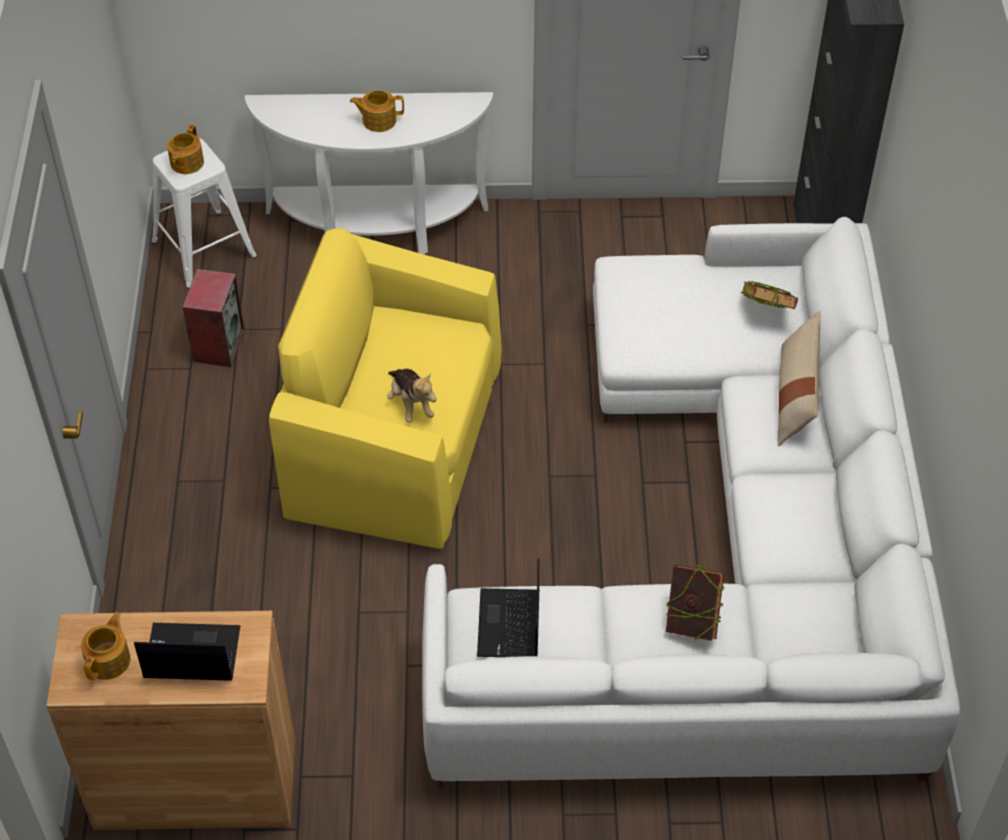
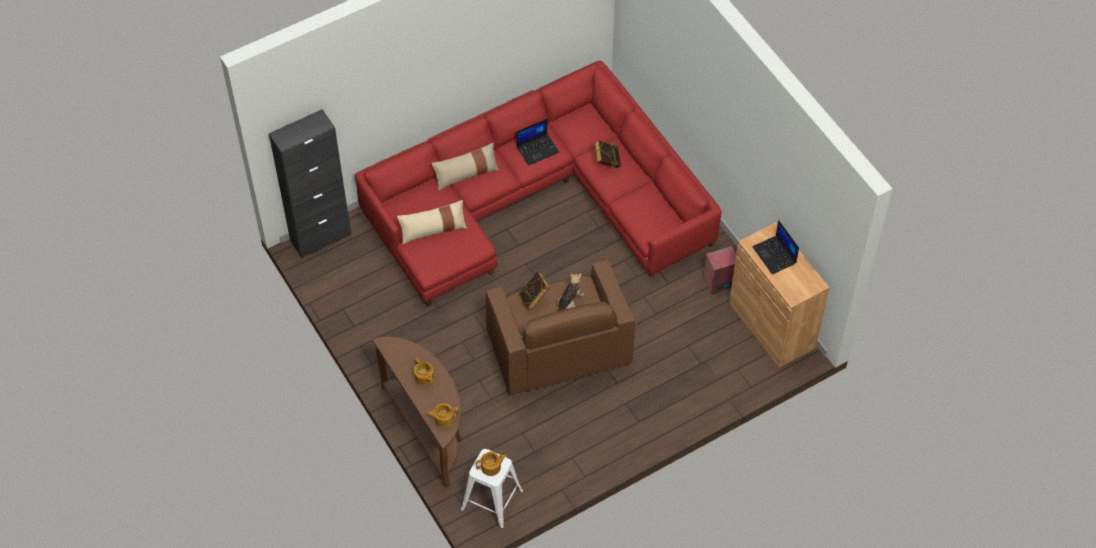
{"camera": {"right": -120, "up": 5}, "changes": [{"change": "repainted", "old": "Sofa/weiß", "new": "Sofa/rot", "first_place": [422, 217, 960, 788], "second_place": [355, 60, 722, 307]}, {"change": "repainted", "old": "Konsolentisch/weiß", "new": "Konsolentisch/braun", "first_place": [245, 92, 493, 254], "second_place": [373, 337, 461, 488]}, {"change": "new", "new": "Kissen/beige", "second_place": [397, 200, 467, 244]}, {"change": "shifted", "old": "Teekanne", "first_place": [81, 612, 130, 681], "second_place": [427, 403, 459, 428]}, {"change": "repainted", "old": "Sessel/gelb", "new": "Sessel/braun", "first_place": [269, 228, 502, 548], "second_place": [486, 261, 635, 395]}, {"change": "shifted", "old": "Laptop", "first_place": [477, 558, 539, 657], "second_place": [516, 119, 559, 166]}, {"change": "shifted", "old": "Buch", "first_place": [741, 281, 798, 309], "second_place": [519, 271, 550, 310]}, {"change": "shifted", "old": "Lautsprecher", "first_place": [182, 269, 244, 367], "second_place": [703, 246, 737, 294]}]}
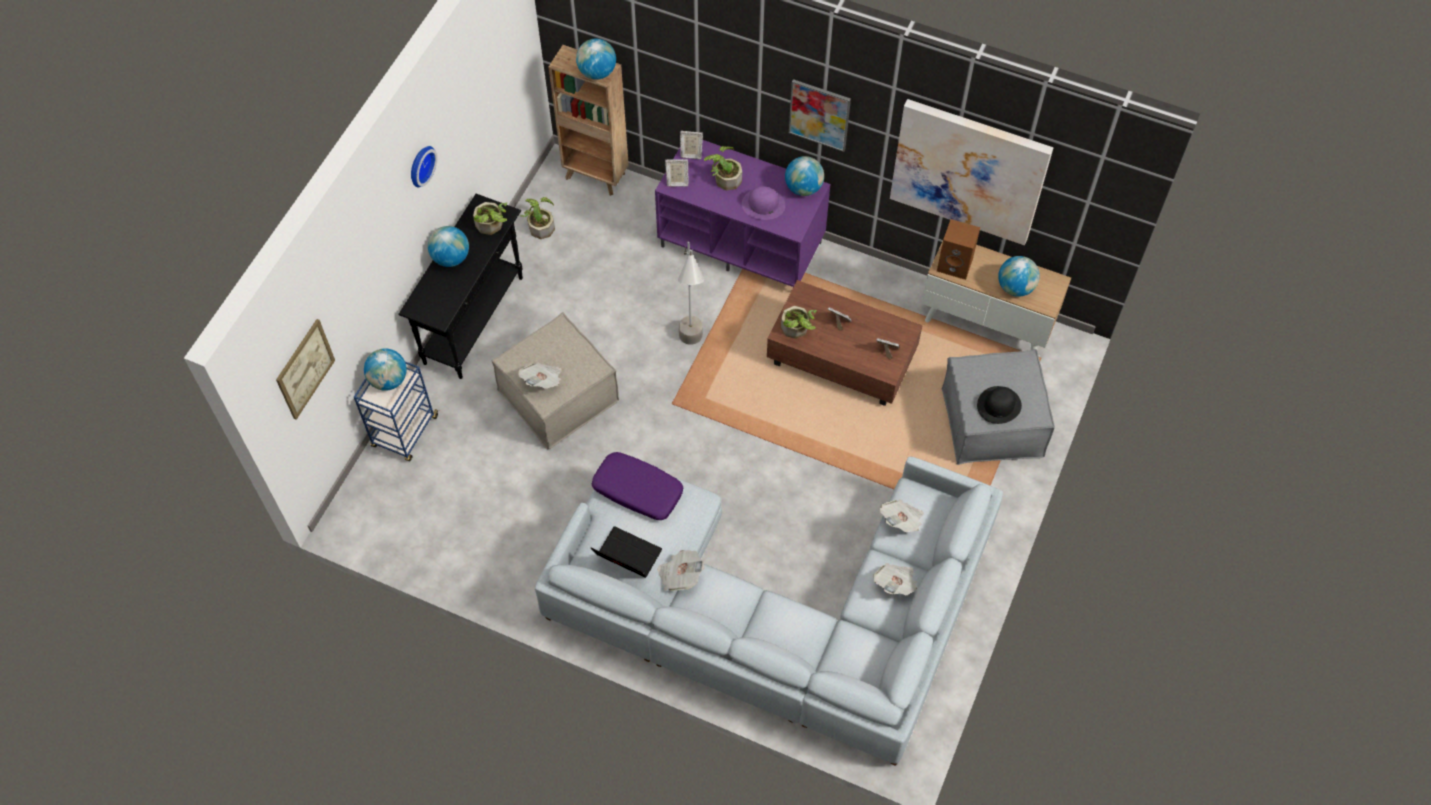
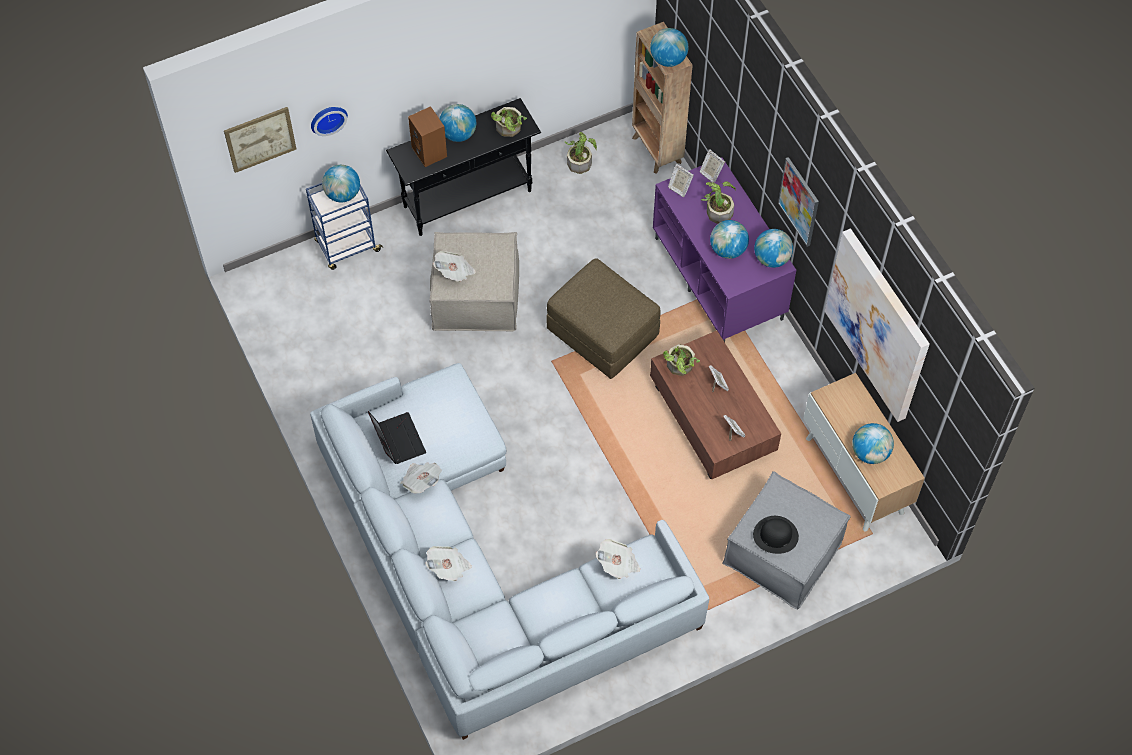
{"camera": {"right": 40, "up": 0}, "changes": [{"change": "shifted", "old": "Wanduhr", "first_place": [411, 146, 437, 187], "second_place": [311, 107, 348, 136]}, {"change": "shifted", "old": "Lautsprecher/braun", "first_place": [937, 219, 981, 280], "second_place": [408, 106, 447, 167]}, {"change": "shifted", "old": "Zeitung", "first_place": [873, 563, 917, 595], "second_place": [425, 546, 472, 581]}, {"change": "swapped", "old": "Stehlampe/grau", "new": "Polsterhocker/braun", "first_place": [678, 241, 704, 345], "second_place": [547, 258, 661, 379]}, {"change": "swapped", "old": "Hut/lila", "new": "Globus", "first_place": [742, 186, 785, 220], "second_place": [710, 220, 749, 259]}, {"change": "gone", "old": "Kissen/lila", "first_place": [592, 452, 683, 520]}]}
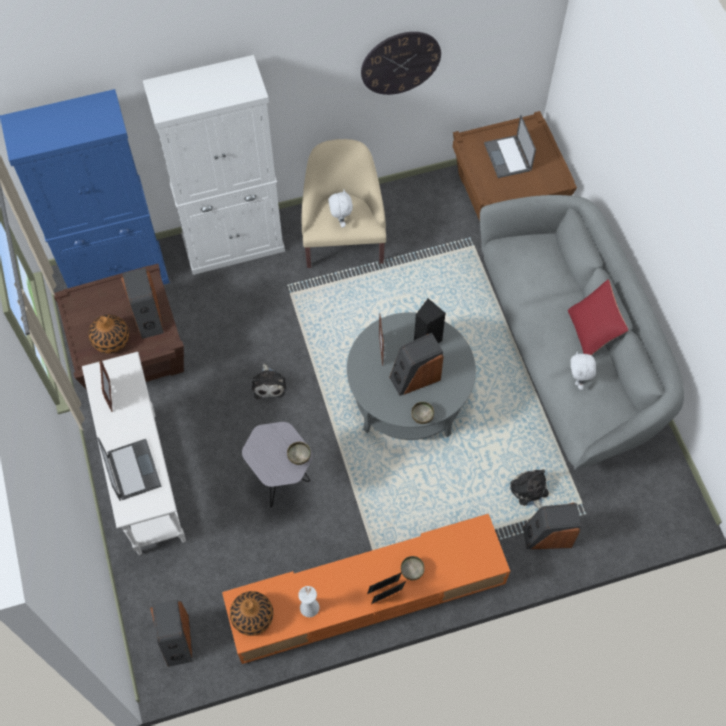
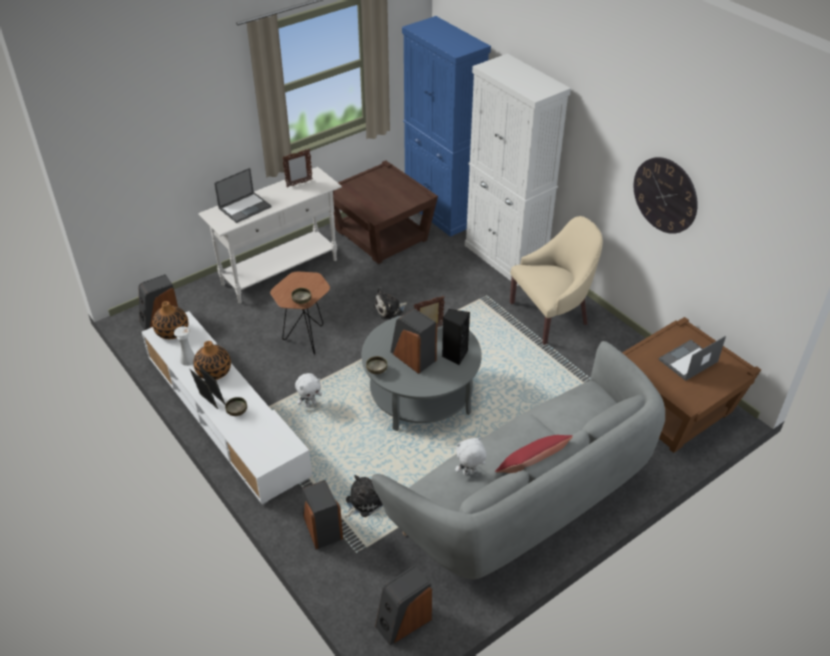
{"camera": {"right": 70, "up": -20}, "changes": [{"change": "repainted", "old": "Fernsehschrank/orange", "new": "Fernsehschrank/weiß", "first_place": [222, 514, 510, 664], "second_place": [142, 311, 312, 505]}, {"change": "shifted", "old": "Vase", "first_place": [89, 314, 129, 354], "second_place": [193, 341, 231, 380]}, {"change": "repainted", "old": "Beistelltisch/grau", "new": "Beistelltisch/braun", "first_place": [242, 422, 313, 508], "second_place": [270, 272, 330, 355]}, {"change": "shifted", "old": "Plüschtier/weiß", "first_place": [328, 190, 353, 228], "second_place": [295, 373, 322, 407]}, {"change": "shifted", "old": "Lautsprecher", "first_place": [121, 268, 164, 339], "second_place": [375, 565, 432, 645]}]}
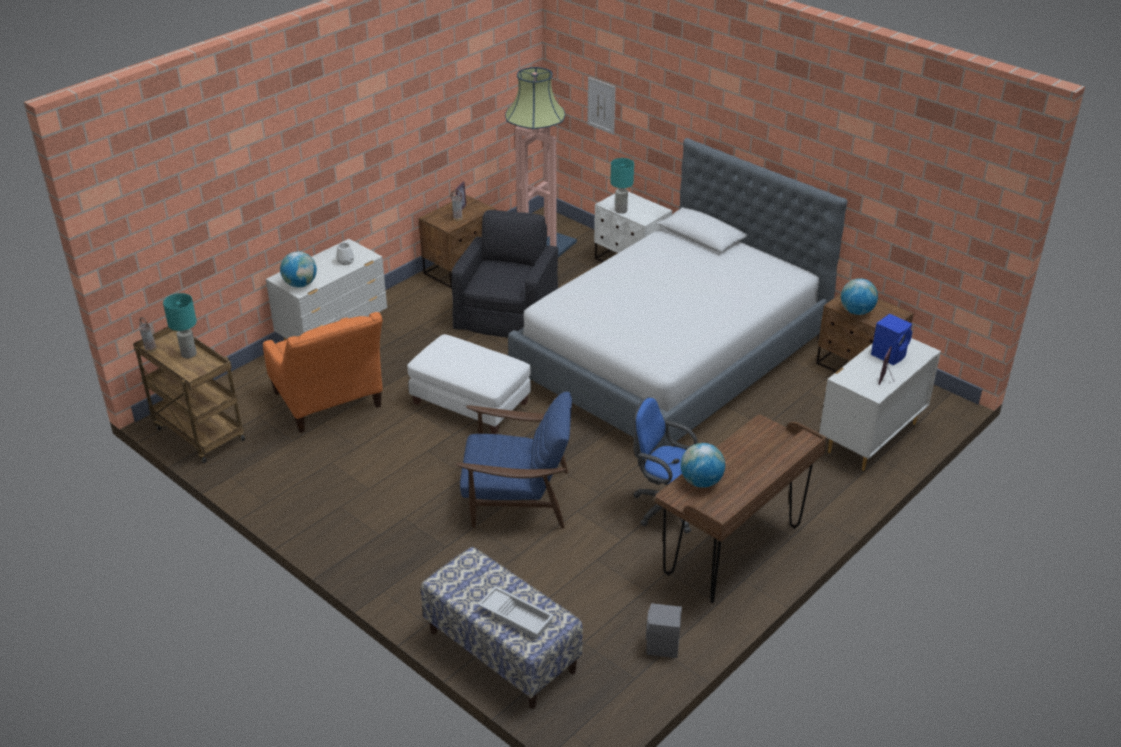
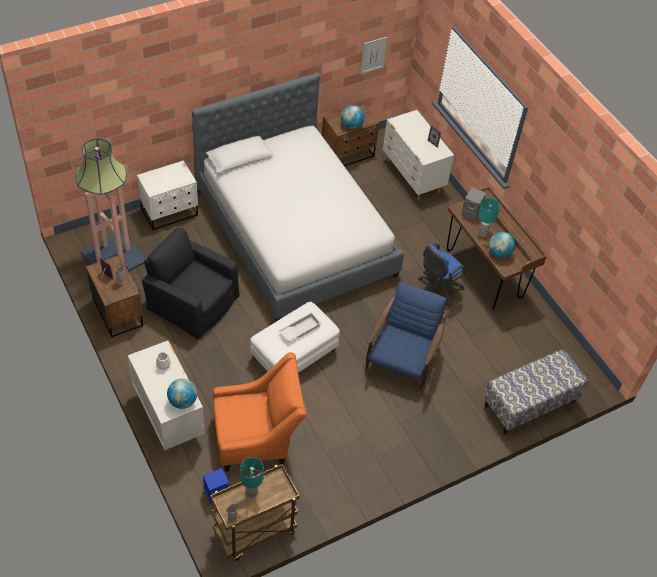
{"camera": {"right": -75, "up": 15}, "changes": [{"change": "shifted", "old": "Lautsprecher/blau", "first_place": [871, 314, 912, 365], "second_place": [203, 468, 230, 504]}, {"change": "shifted", "old": "Tablett/weiß", "first_place": [478, 586, 554, 639], "second_place": [278, 312, 321, 342]}, {"change": "shifted", "old": "Bild", "first_place": [587, 77, 615, 135], "second_place": [361, 37, 387, 74]}, {"change": "shifted", "old": "Lautsprecher/grau", "first_place": [646, 603, 682, 658], "second_place": [461, 187, 486, 221]}, {"change": "shifted", "old": "Tischlampe/türkis", "first_place": [610, 158, 634, 214], "second_place": [478, 198, 500, 237]}]}
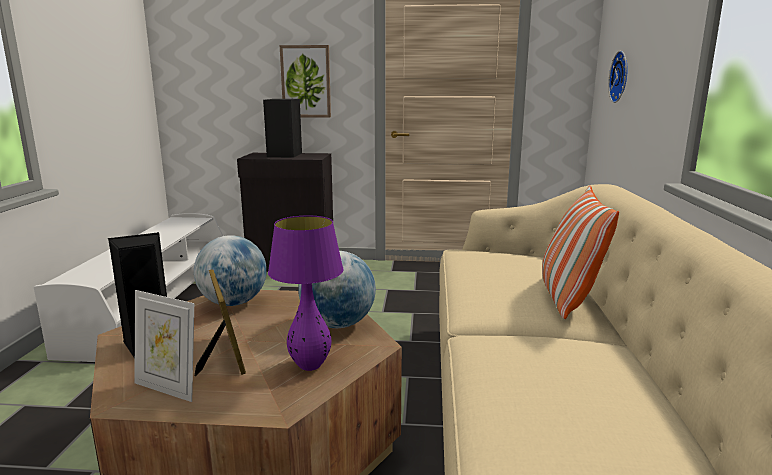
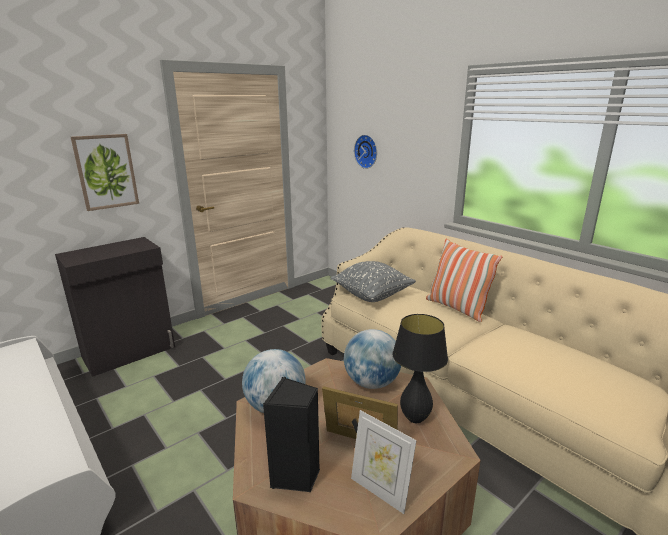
{"camera": {"right": -45, "up": 5}, "changes": [{"change": "new", "new": "Kissen/grau", "second_place": [330, 261, 416, 302]}, {"change": "rotated", "old": "Bilderrahmen", "first_place": [134, 290, 194, 402], "second_place": [351, 410, 417, 514], "degrees": 60}, {"change": "repainted", "old": "Tischlampe/lila", "new": "Tischlampe/schwarz", "first_place": [268, 216, 343, 371], "second_place": [392, 314, 448, 423]}, {"change": "gone", "old": "Lautsprecher/schwarz", "first_place": [263, 99, 302, 158]}]}
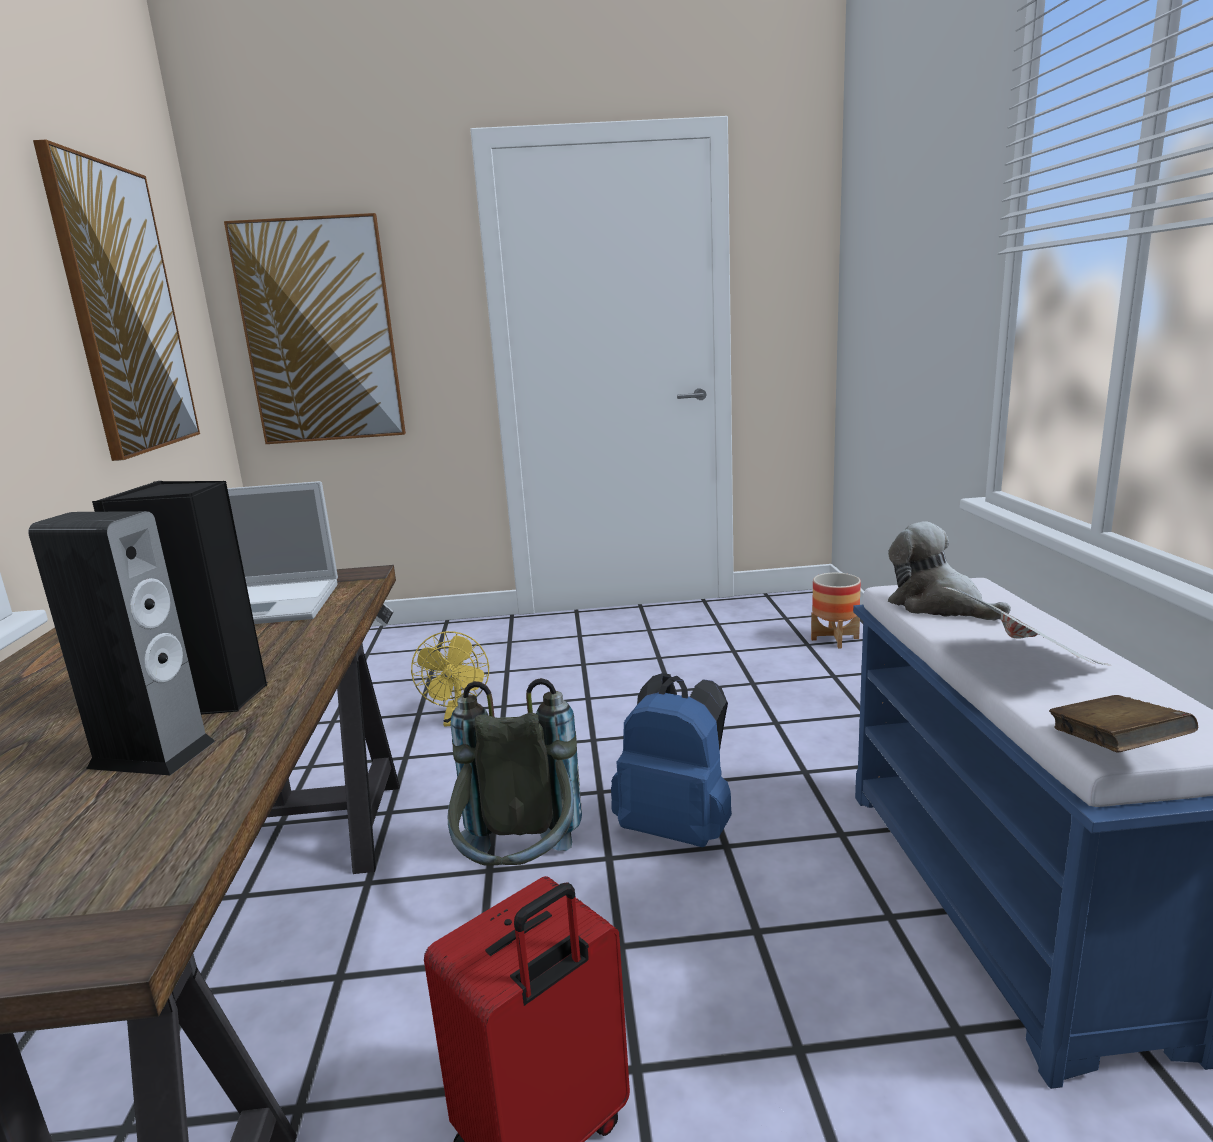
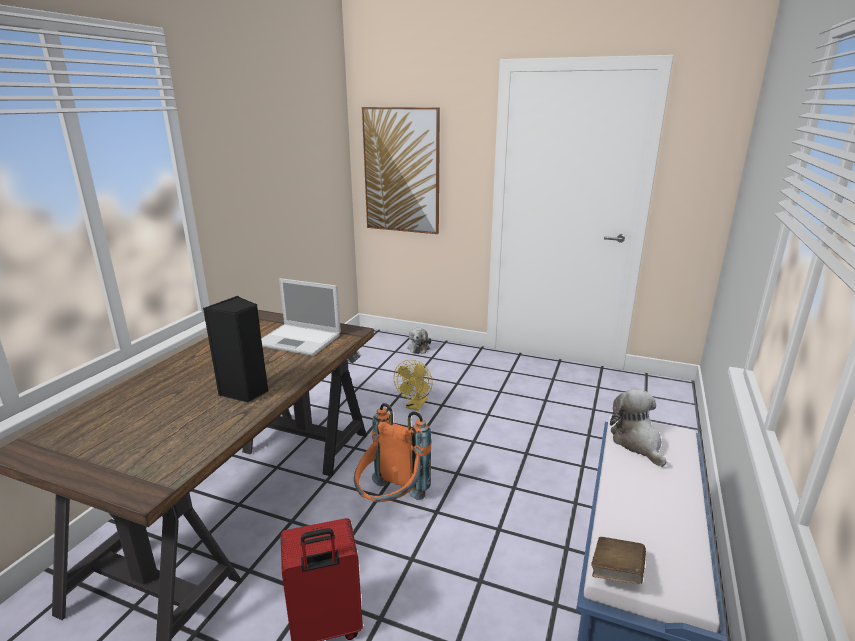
{"camera": {"right": 25, "up": 5}, "changes": [{"change": "repainted", "old": "Rucksack/grau", "new": "Rucksack/orange", "first_place": [448, 678, 582, 866], "second_place": [354, 403, 432, 502]}, {"change": "new", "new": "Plüschtier", "second_place": [407, 328, 431, 354]}, {"change": "gone", "old": "Lautsprecher", "first_place": [28, 511, 215, 775]}, {"change": "gone", "old": "Bild", "first_place": [33, 140, 200, 461]}, {"change": "gone", "old": "Rucksack/blau", "first_place": [611, 673, 732, 847]}, {"change": "gone", "old": "Pflanzkübel", "first_place": [811, 573, 861, 649]}, {"change": "gone", "old": "Zeitung", "first_place": [941, 586, 1110, 665]}]}
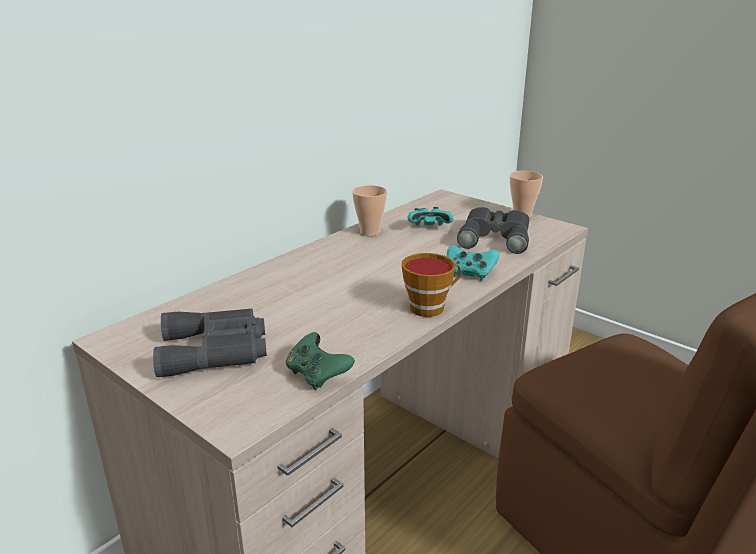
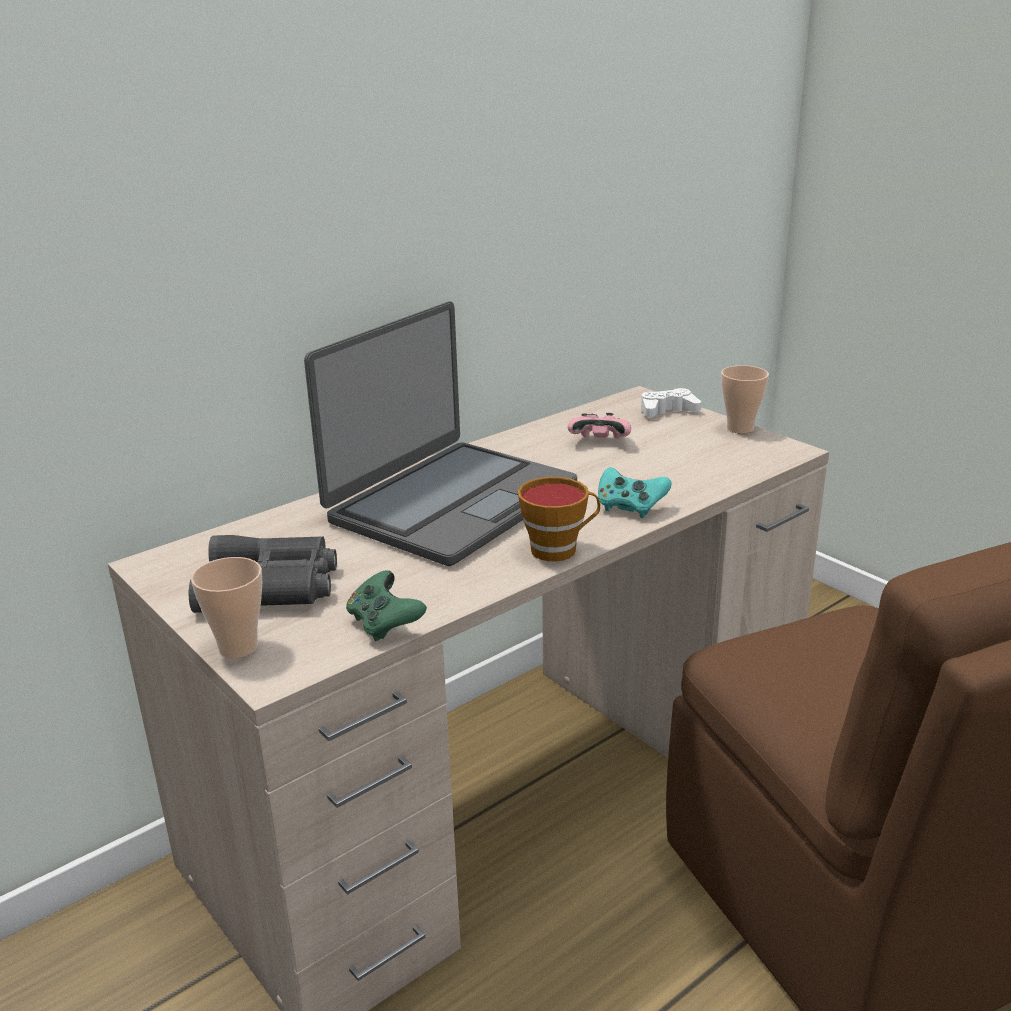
{"camera": {"right": 10, "up": 0}, "changes": [{"change": "shifted", "old": "Tasse", "first_place": [352, 185, 387, 236], "second_place": [191, 557, 262, 658]}, {"change": "new", "new": "Laptop", "second_place": [304, 301, 577, 566]}, {"change": "repainted", "old": "Gamepad/türkis", "new": "Gamepad/rosa", "first_place": [408, 207, 454, 225], "second_place": [568, 413, 631, 439]}, {"change": "new", "new": "Gamepad/weiß", "second_place": [641, 388, 701, 417]}, {"change": "gone", "old": "Fernglas/grau", "first_place": [457, 207, 529, 254]}]}
